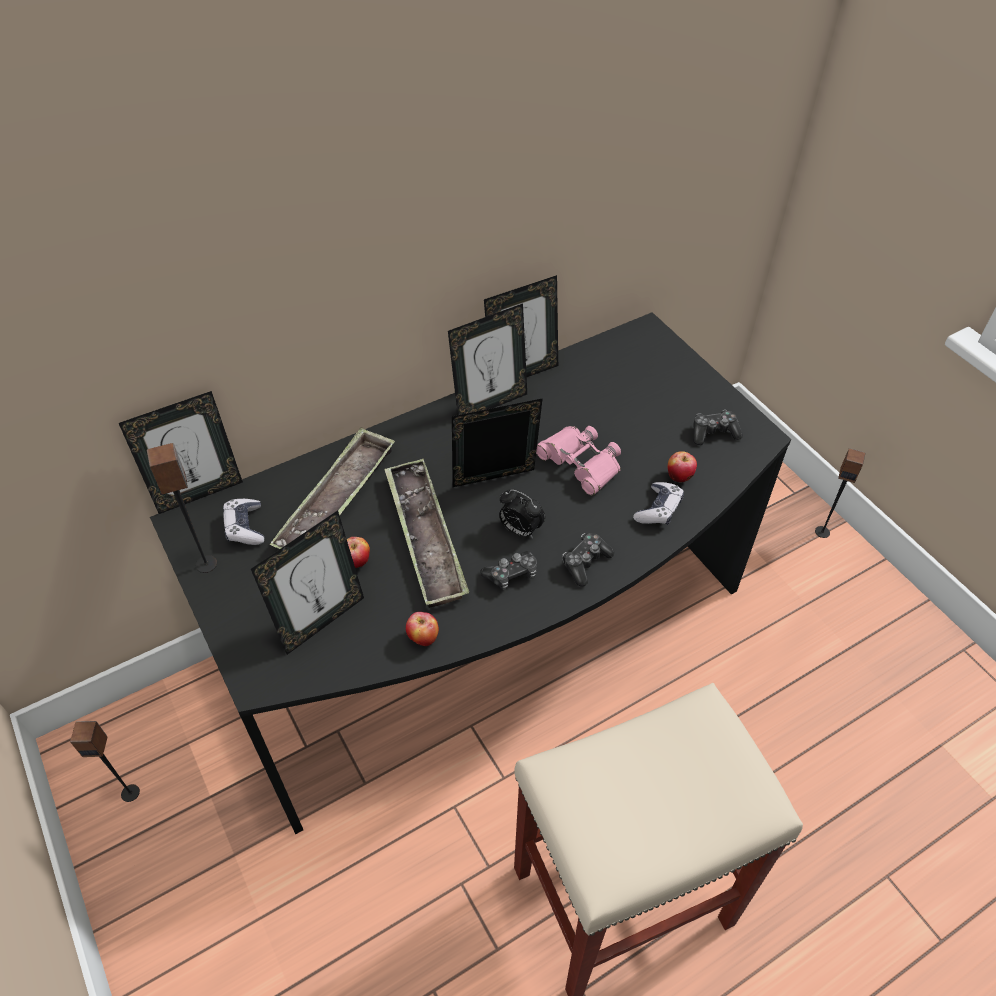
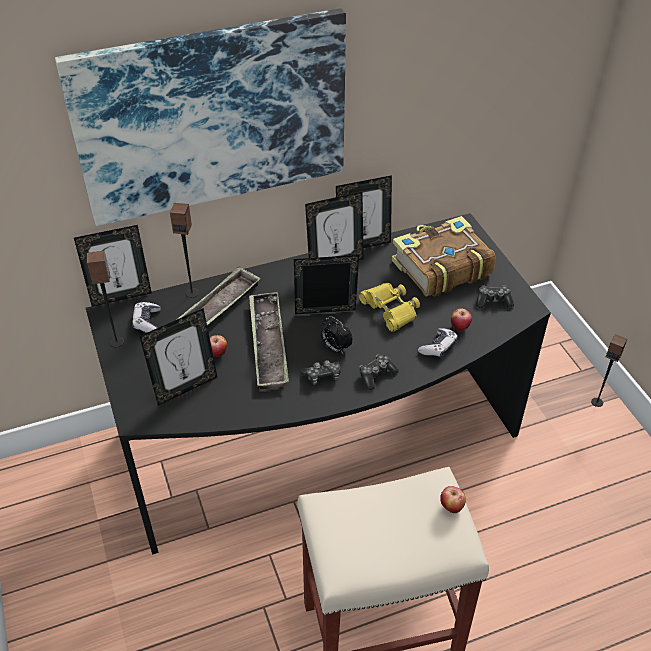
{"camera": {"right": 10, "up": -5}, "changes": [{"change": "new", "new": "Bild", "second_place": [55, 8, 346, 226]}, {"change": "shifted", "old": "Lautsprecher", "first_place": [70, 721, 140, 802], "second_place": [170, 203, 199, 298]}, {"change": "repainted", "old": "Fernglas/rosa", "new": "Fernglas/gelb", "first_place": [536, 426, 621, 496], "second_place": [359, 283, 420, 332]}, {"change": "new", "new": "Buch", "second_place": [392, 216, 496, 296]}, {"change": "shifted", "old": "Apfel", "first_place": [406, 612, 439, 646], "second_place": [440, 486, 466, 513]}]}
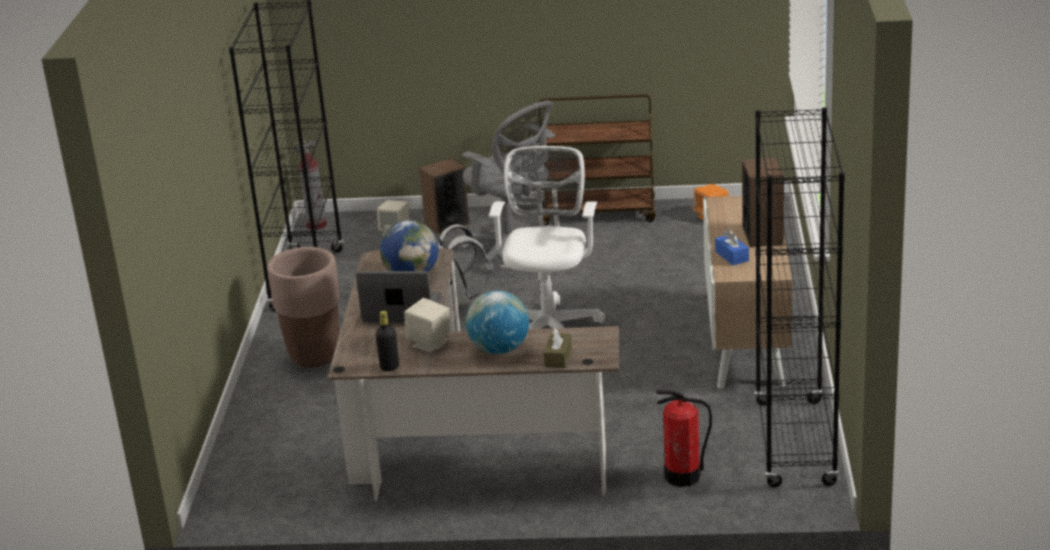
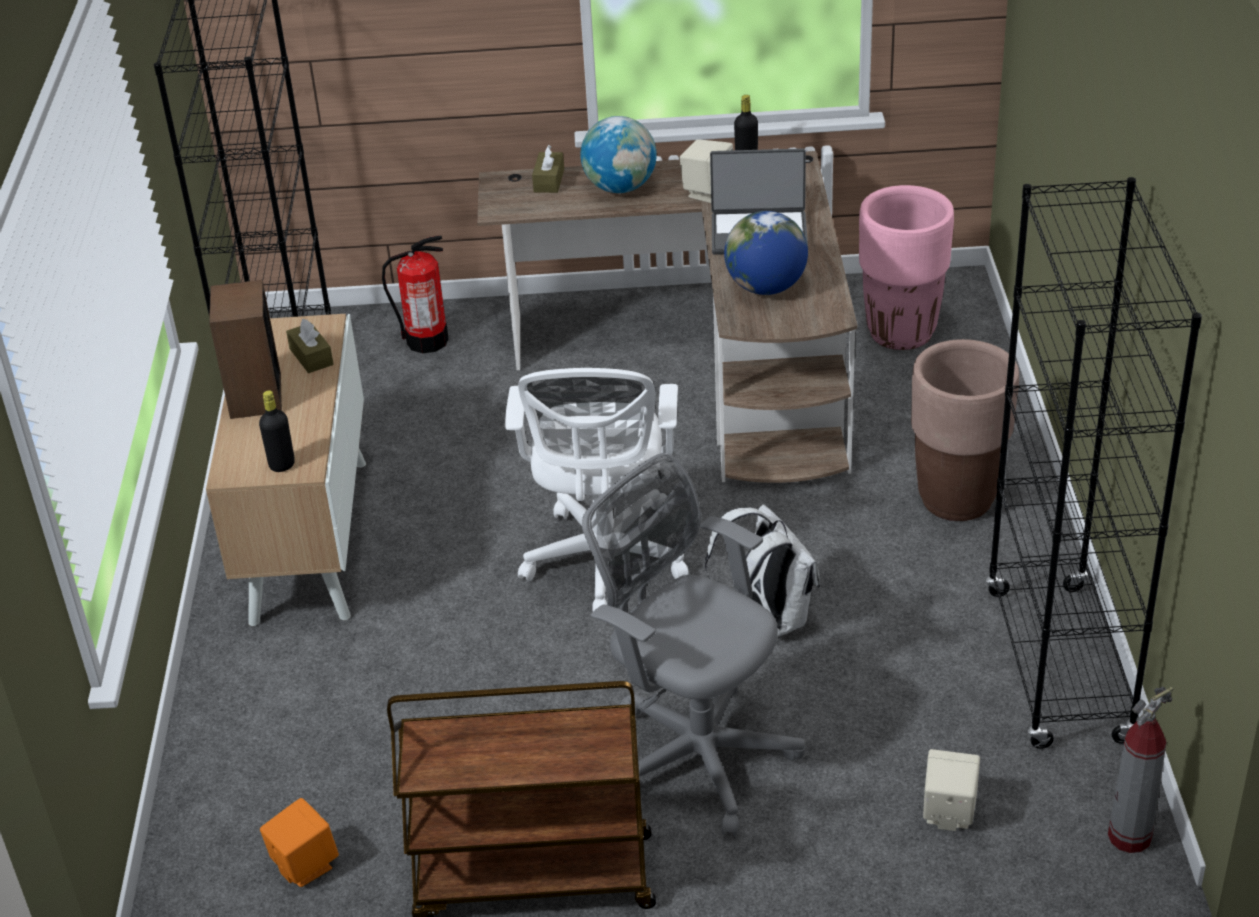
{"camera": {"right": 175, "up": 10}, "changes": [{"change": "new", "new": "Flasche/schwarz", "second_place": [259, 390, 295, 472]}, {"change": "repainted", "old": "Taschentuchbox/blau", "new": "Taschentuchbox/braun", "first_place": [715, 229, 749, 265], "second_place": [286, 319, 333, 373]}, {"change": "new", "new": "Pflanzkübel/rosa", "second_place": [859, 185, 954, 350]}, {"change": "gone", "old": "Lautsprecher", "first_place": [419, 158, 470, 234]}]}
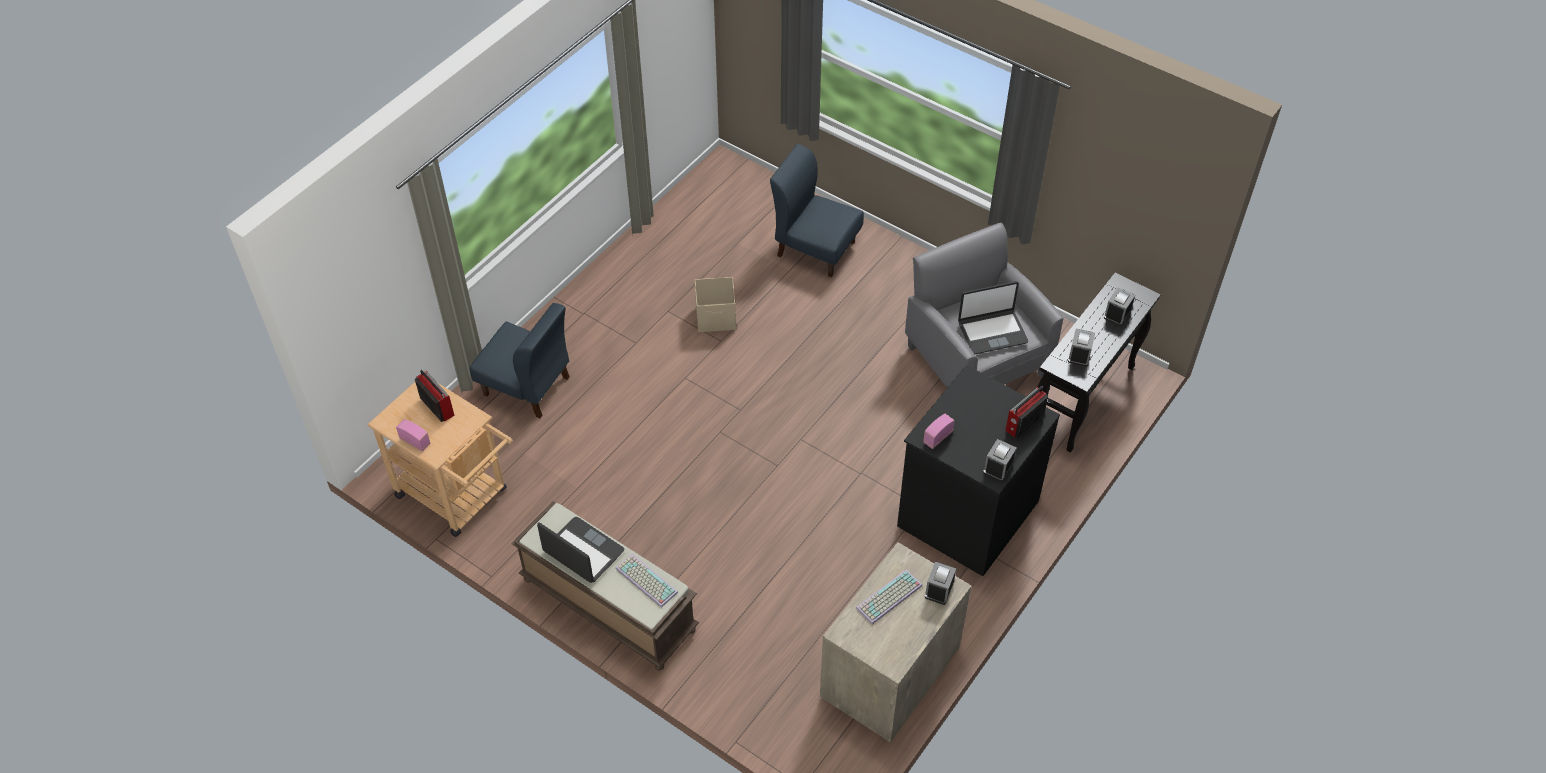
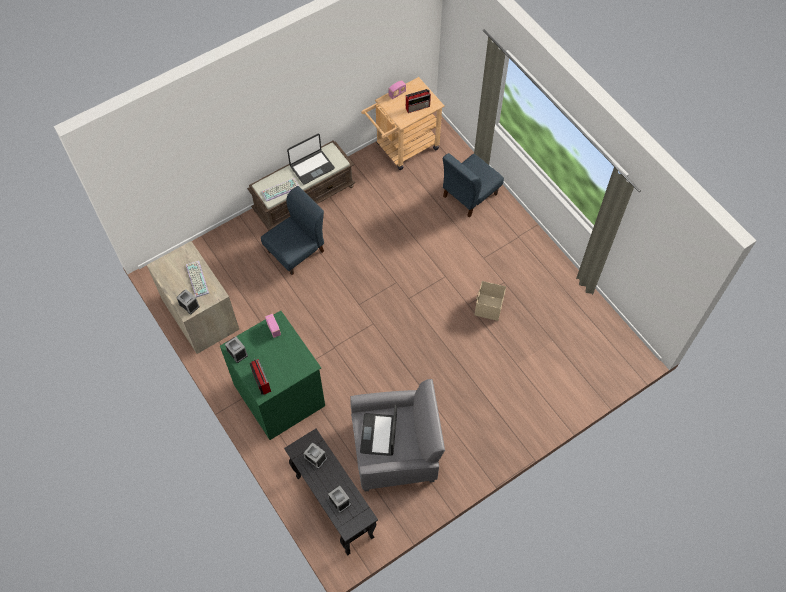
{"camera": {"right": 110, "up": 10}, "changes": [{"change": "repainted", "old": "Kommode/schwarz", "new": "Kommode/grün", "first_place": [897, 365, 1060, 576], "second_place": [220, 311, 325, 440]}, {"change": "shifted", "old": "Stuhl/blau", "first_place": [770, 144, 864, 277], "second_place": [261, 186, 324, 275]}]}
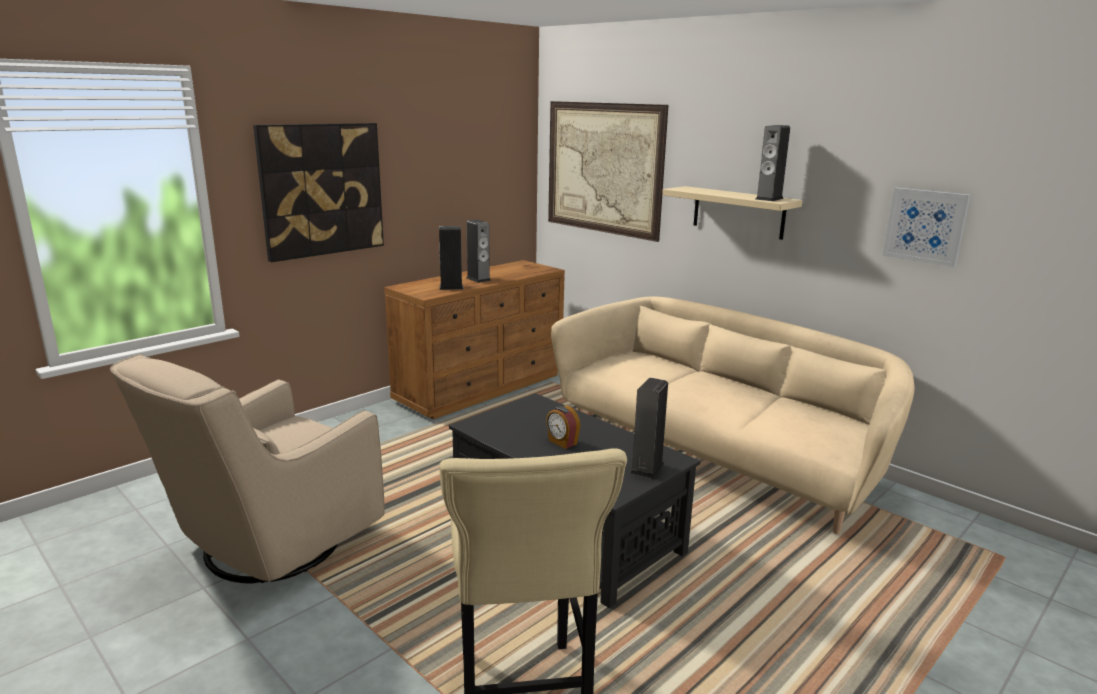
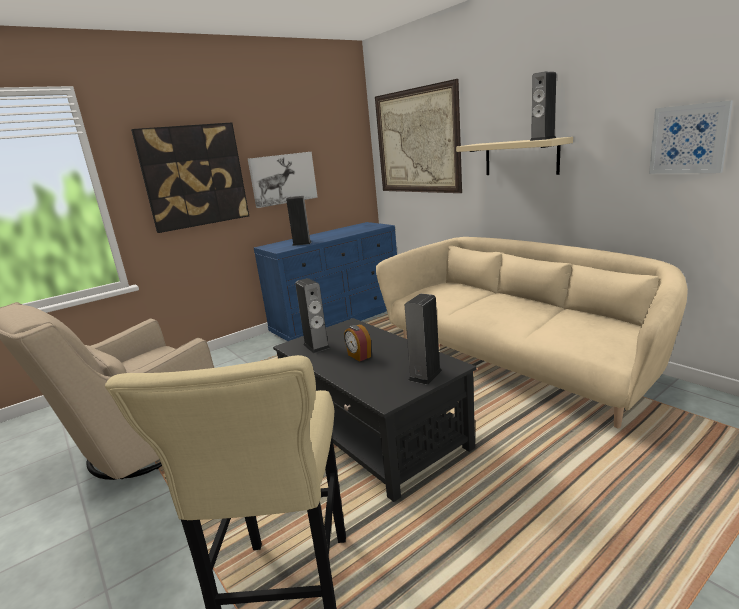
{"camera": {"right": 10, "up": 0}, "changes": [{"change": "new", "new": "Bild", "second_place": [248, 152, 318, 208]}, {"change": "repainted", "old": "Kommode/braun", "new": "Kommode/blau", "first_place": [384, 260, 565, 419], "second_place": [254, 222, 397, 341]}, {"change": "shifted", "old": "Lautsprecher", "first_place": [466, 219, 491, 283], "second_place": [295, 278, 330, 353]}]}
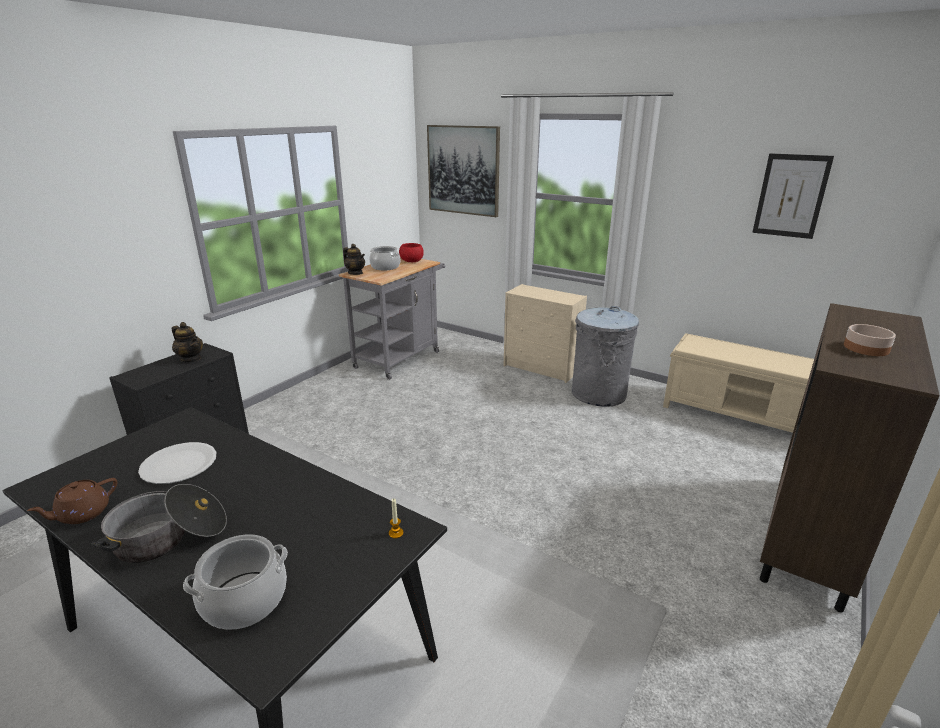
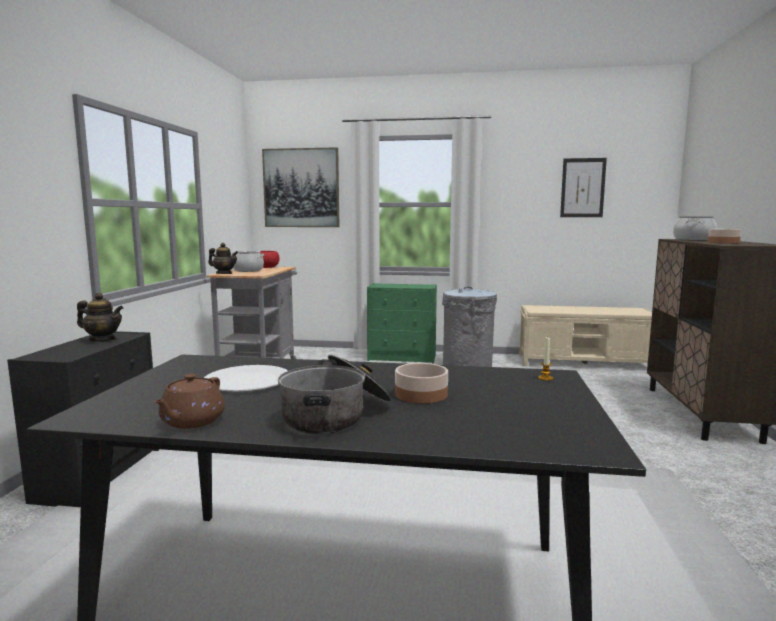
{"camera": {"right": -25, "up": -15}, "changes": [{"change": "repainted", "old": "Kommode/beige", "new": "Kommode/grün", "first_place": [504, 284, 587, 383], "second_place": [367, 283, 437, 364]}, {"change": "new", "new": "Schüssel", "second_place": [395, 363, 448, 403]}, {"change": "shifted", "old": "Kochtopf", "first_place": [183, 534, 288, 629], "second_place": [673, 216, 717, 241]}]}
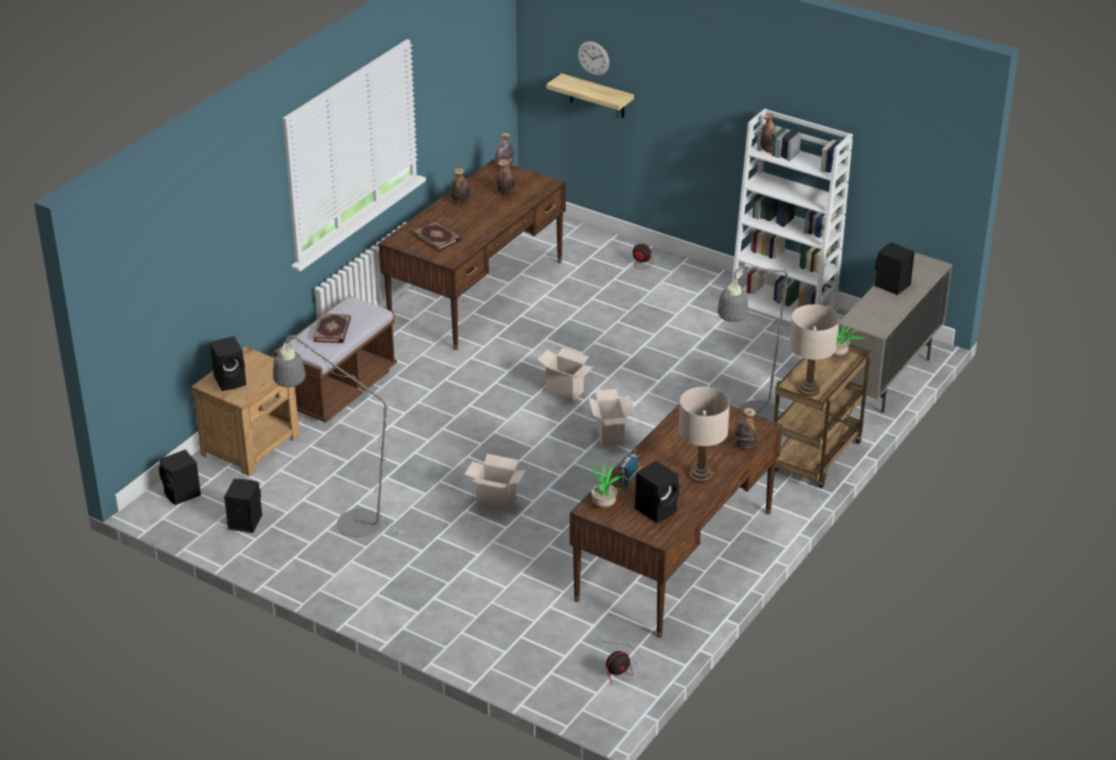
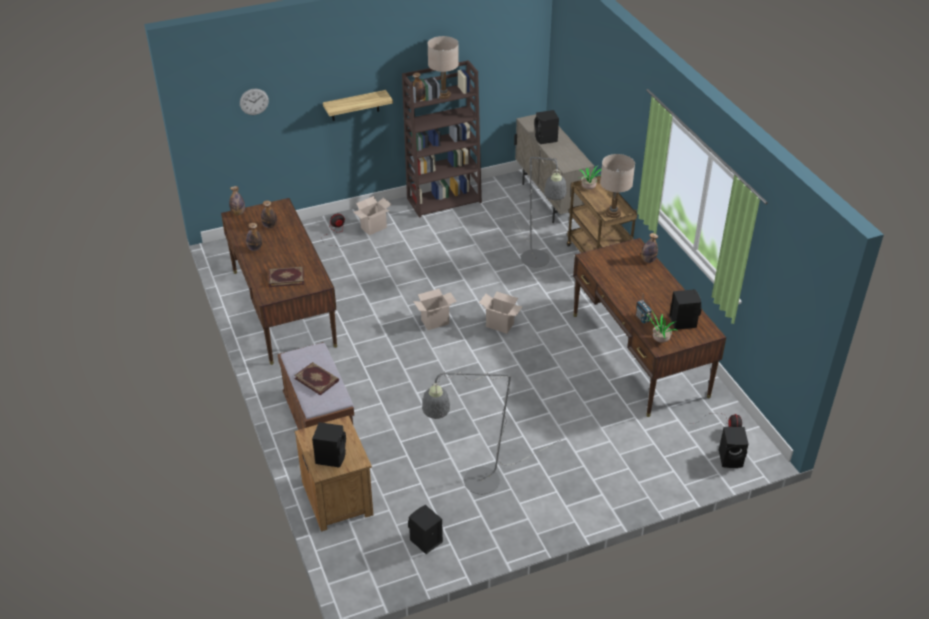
{"camera": {"right": -55, "up": 5}, "changes": [{"change": "shifted", "old": "Wandregal", "first_place": [546, 73, 634, 118], "second_place": [323, 90, 393, 121]}, {"change": "shifted", "old": "Karton", "first_place": [465, 454, 526, 513], "second_place": [354, 196, 391, 235]}, {"change": "repainted", "old": "Bücherregal/weiß", "new": "Bücherregal/braun", "first_place": [732, 109, 853, 323], "second_place": [402, 60, 482, 218]}, {"change": "shifted", "old": "Tischlampe/beige", "first_place": [678, 387, 730, 483], "second_place": [427, 36, 459, 99]}, {"change": "shifted", "old": "Lautsprecher/schwarz", "first_place": [159, 450, 201, 505], "second_place": [719, 427, 749, 468]}]}
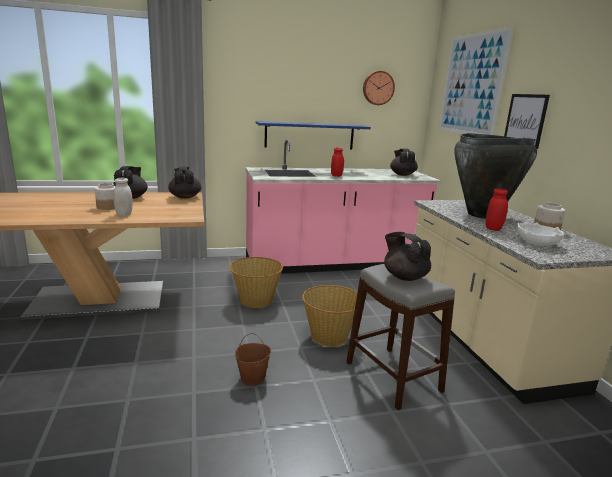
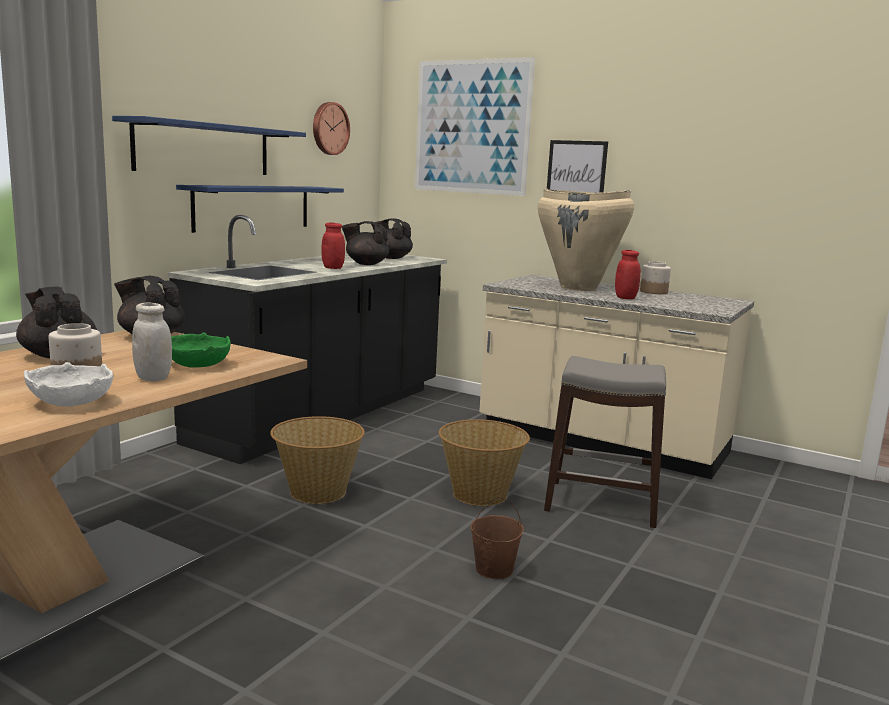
{"camera": {"right": -45, "up": -5}, "changes": [{"change": "shifted", "old": "Schüssel/weiß", "first_place": [517, 223, 564, 246], "second_place": [24, 362, 113, 407]}, {"change": "new", "new": "Wandregal/blau", "second_place": [112, 116, 306, 175]}, {"change": "repainted", "old": "Küchenzeile/rosa", "new": "Küchenzeile/schwarz", "first_place": [246, 139, 441, 274], "second_place": [168, 215, 447, 464]}, {"change": "new", "new": "Schüssel/grün", "second_place": [171, 332, 231, 368]}, {"change": "shifted", "old": "Teekanne/schwarz", "first_place": [384, 232, 431, 281], "second_place": [342, 221, 389, 265]}, {"change": "repainted", "old": "Vase/schwarz", "new": "Vase/beige", "first_place": [455, 133, 537, 219], "second_place": [538, 189, 634, 291]}]}
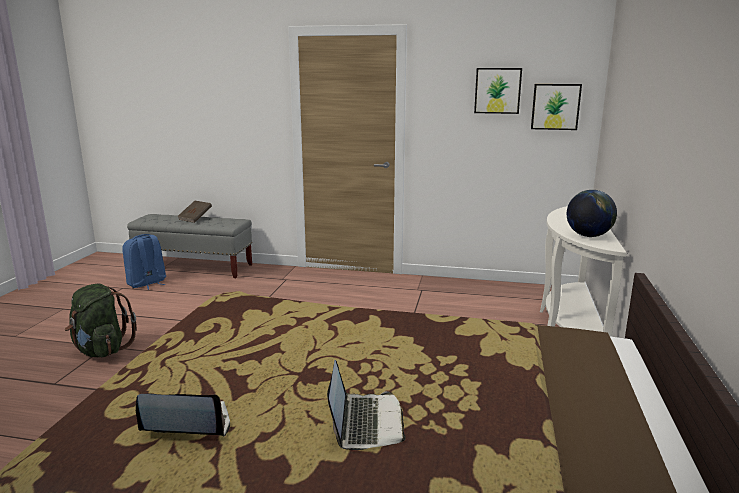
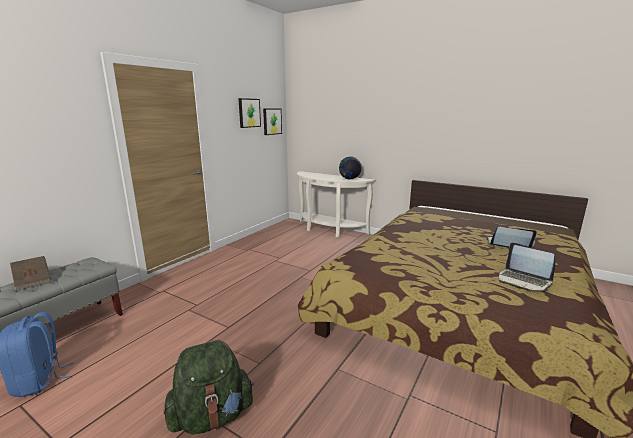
{"camera": {"right": -70, "up": 0}, "changes": [{"change": "rotated", "old": "Laptop", "first_place": [136, 394, 230, 437], "second_place": [499, 242, 555, 291], "degrees": -60}]}
